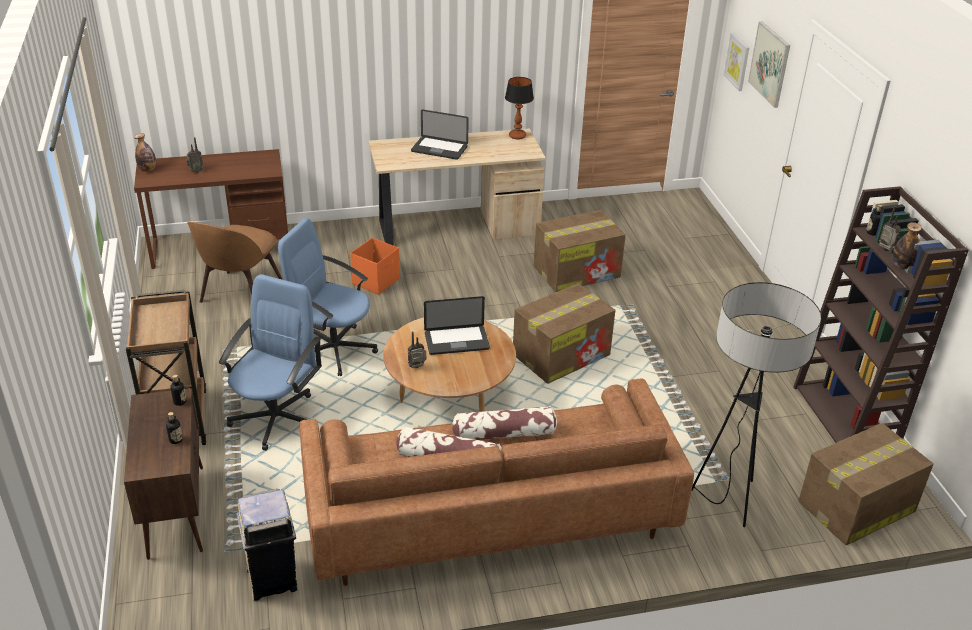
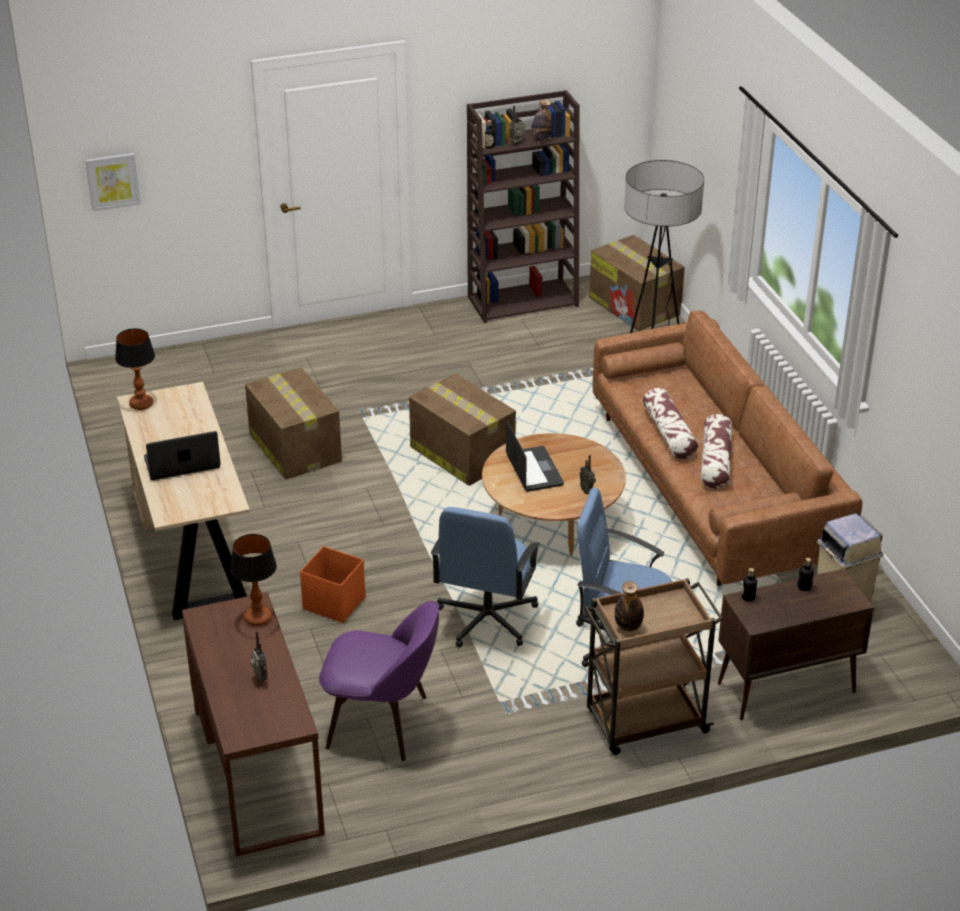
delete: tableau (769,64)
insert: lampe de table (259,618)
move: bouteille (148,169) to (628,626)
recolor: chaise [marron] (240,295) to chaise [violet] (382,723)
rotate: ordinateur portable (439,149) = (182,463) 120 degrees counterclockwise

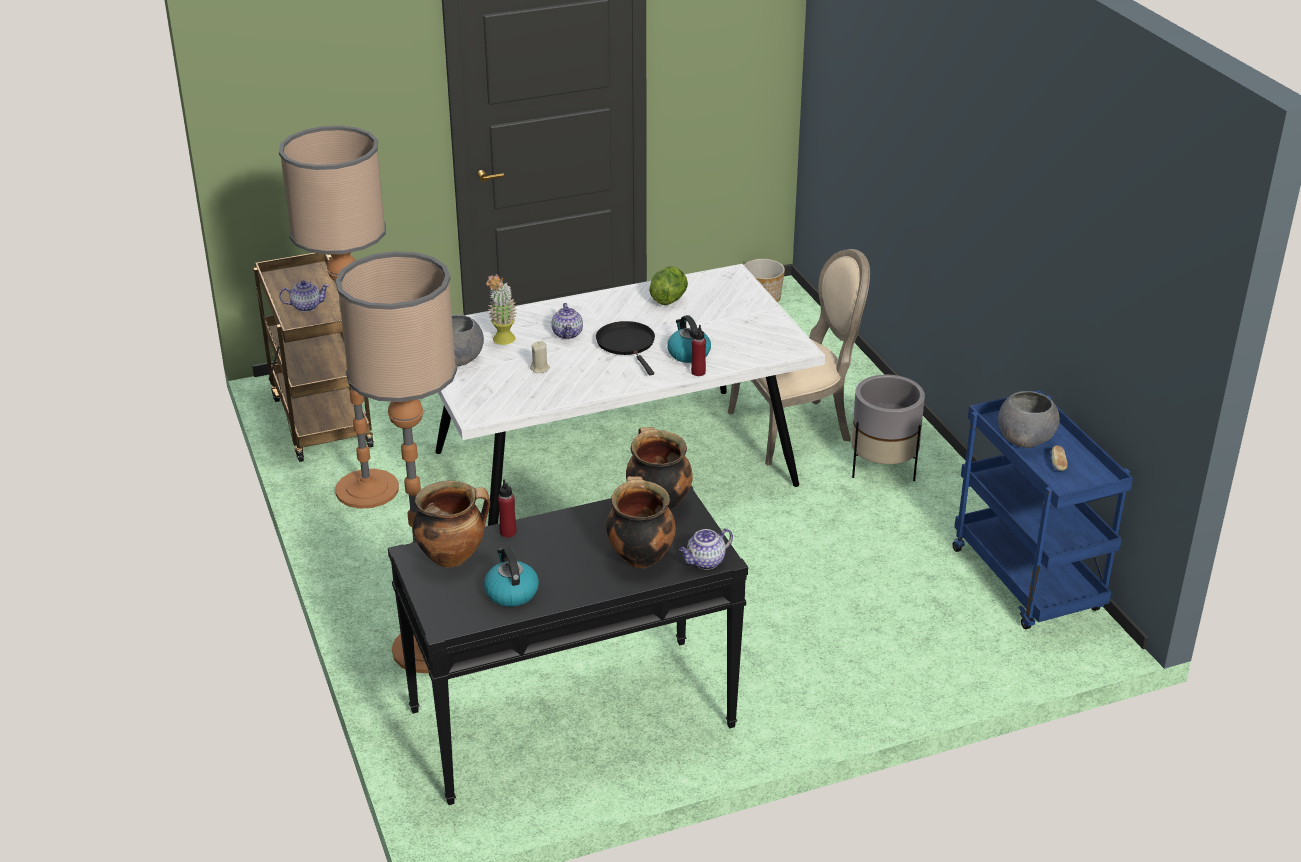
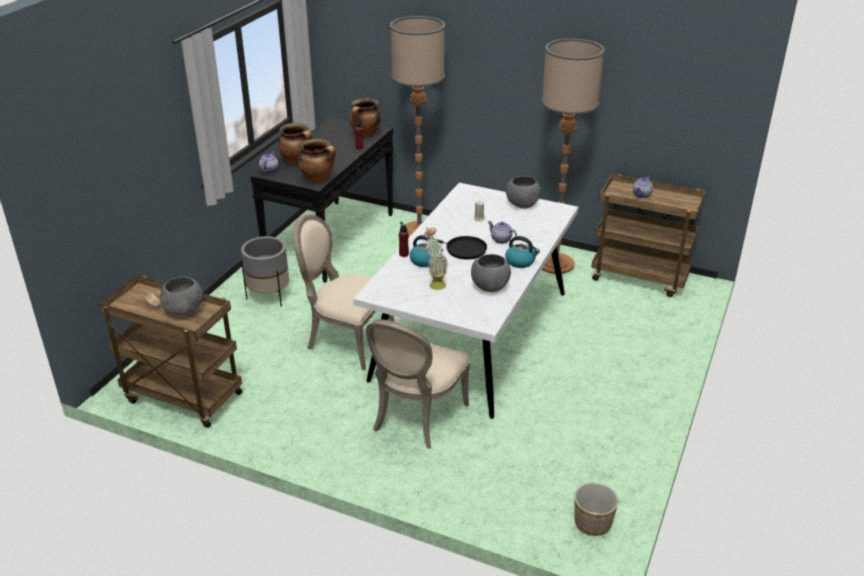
insert: chaise [beige] (347,340)
move: bouilloire (511,592) to (520,262); plante en pot (502,342) to (435,283); cache-pot [gris] (883,469) to (269,296)
replace: laitue (669,299) to bol [gris] (490,285)
recolor: chariot [bleu] (1029,582) to chariot [marron] (181,398)

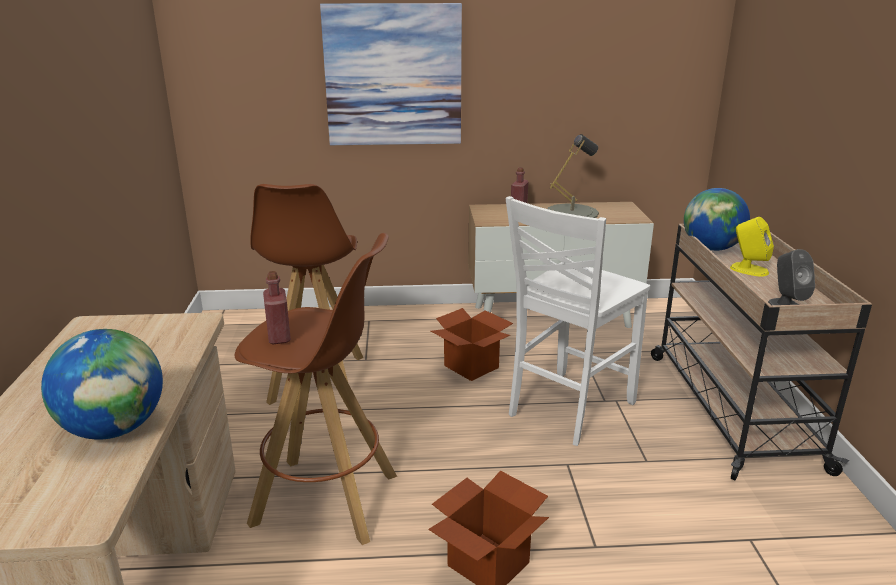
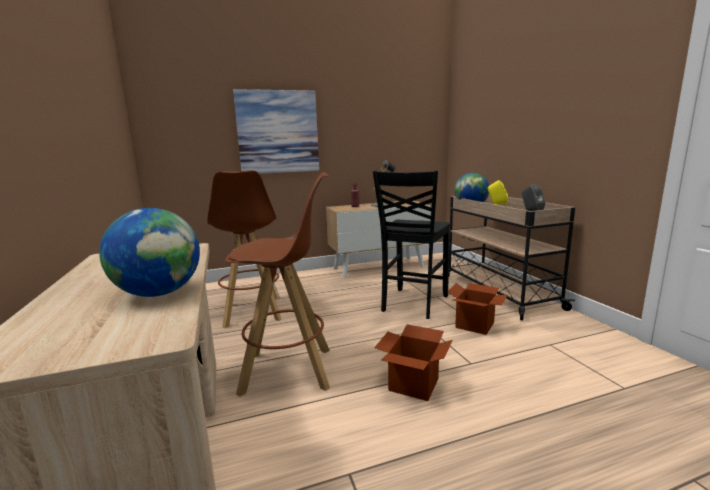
delete: bouteille [rouge] (279,337)
move: carton (471,366) to (474,325)
recolor: chaise [blanc] (568,409) to chaise [noir] (413,303)

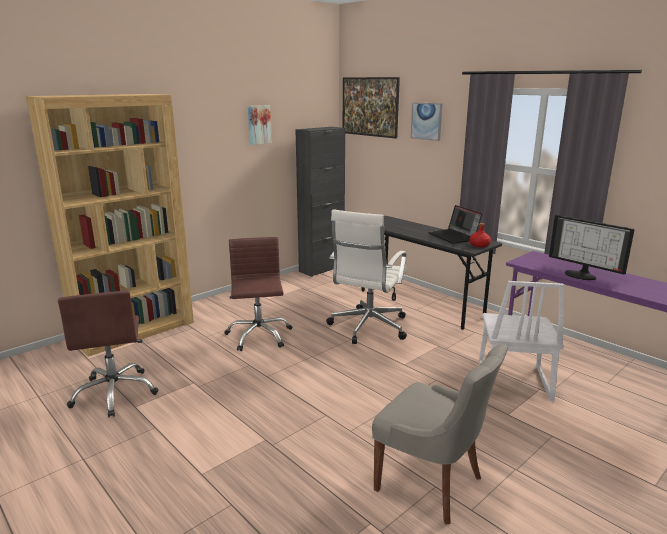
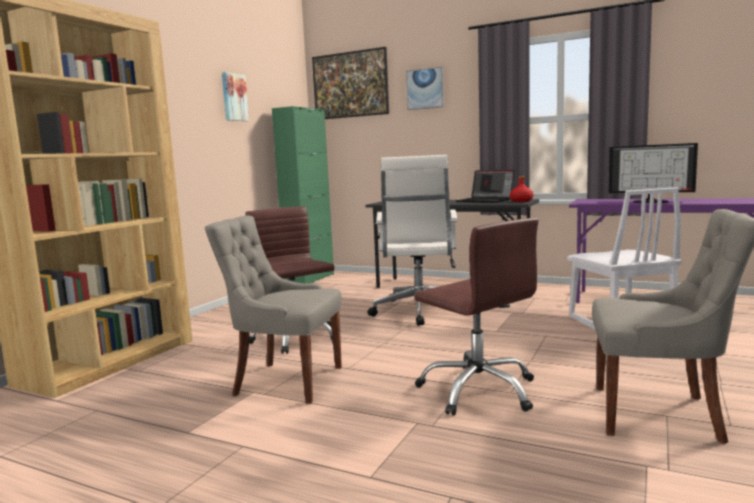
insert: chaise [gris] (285,381)
move: chaise de bureau [marron] (115,393) to (478,390)
recolor: meuble de rangement [noir] (321,269) to meuble de rangement [vert] (310,279)

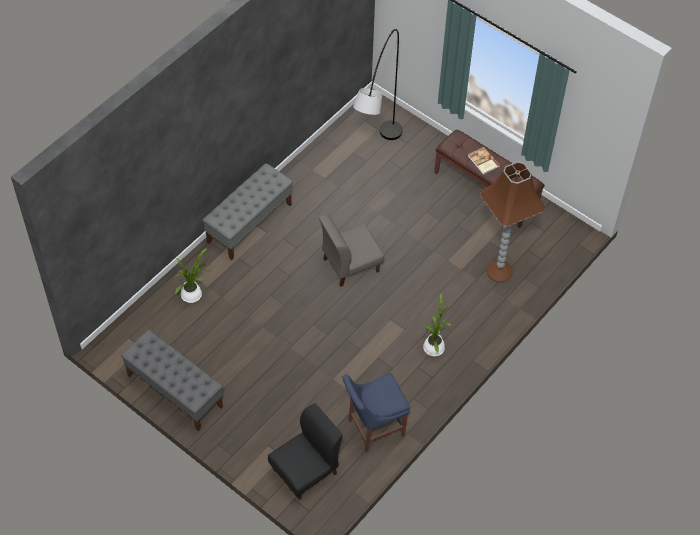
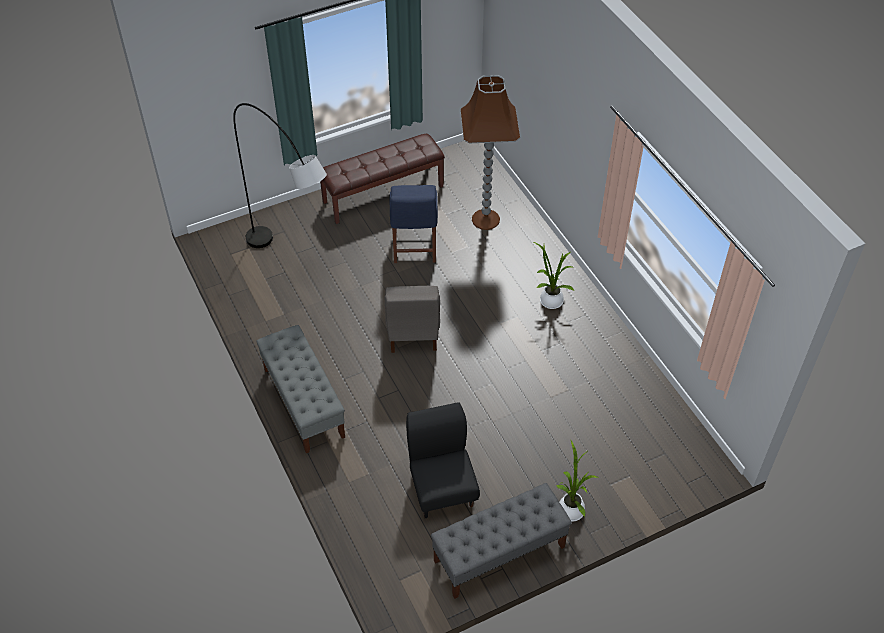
delete: livre (483,161)
move: plante en pot (193,294) to (570,508); chaise [noir] (306,471) to (442,488); chaise [bleu] (373,428) to (414,249)

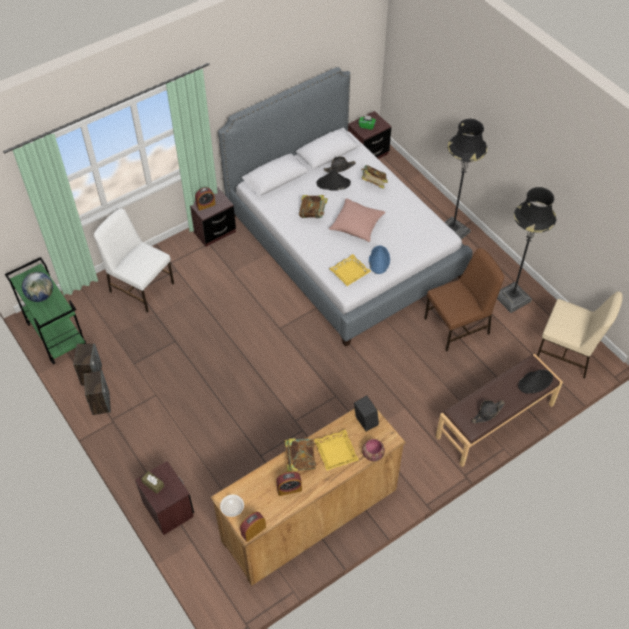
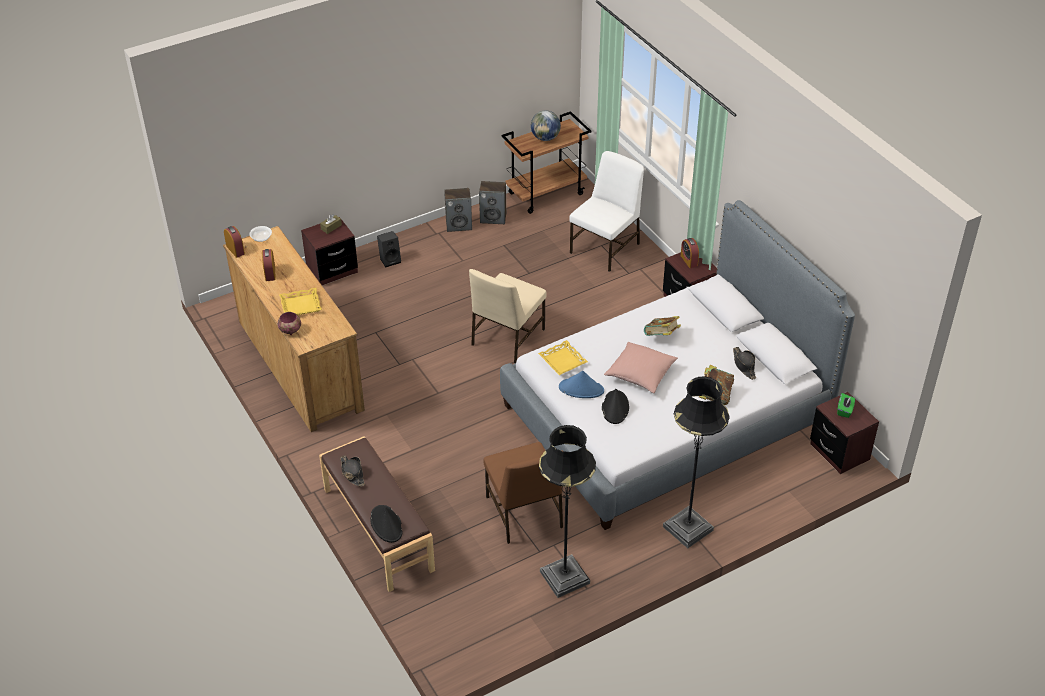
delete: livre (300,461)
move: chapeau [noir] (333,183) to (615,407); enceinte [noir] (364,422) to (390,260); chaise [beige] (567,352) to (507,337)
recolor: chariot [vert] (56,335) to chariot [marron] (546,193)

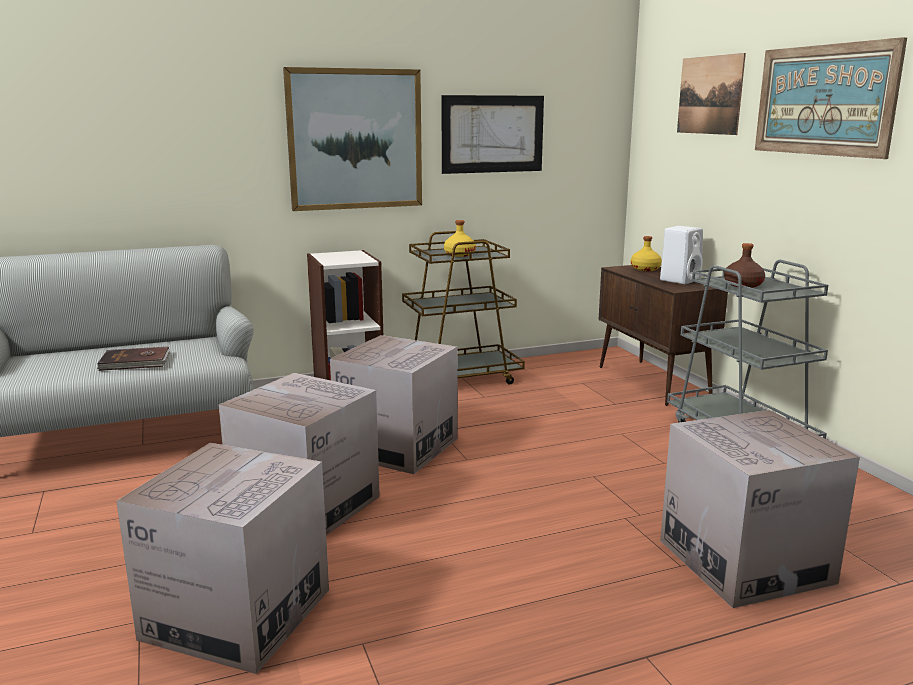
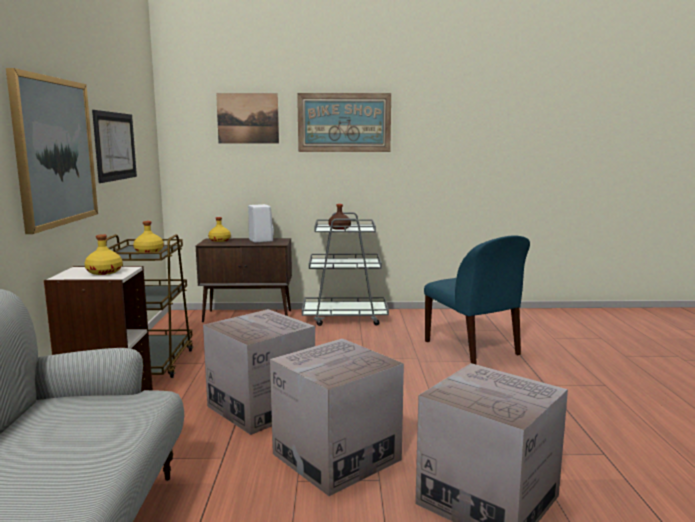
delete: livre [marron] (135,362)
insert: bouteille [jaune] (104,272)
replace: carton (744,561) to chaise [bleu] (473,349)

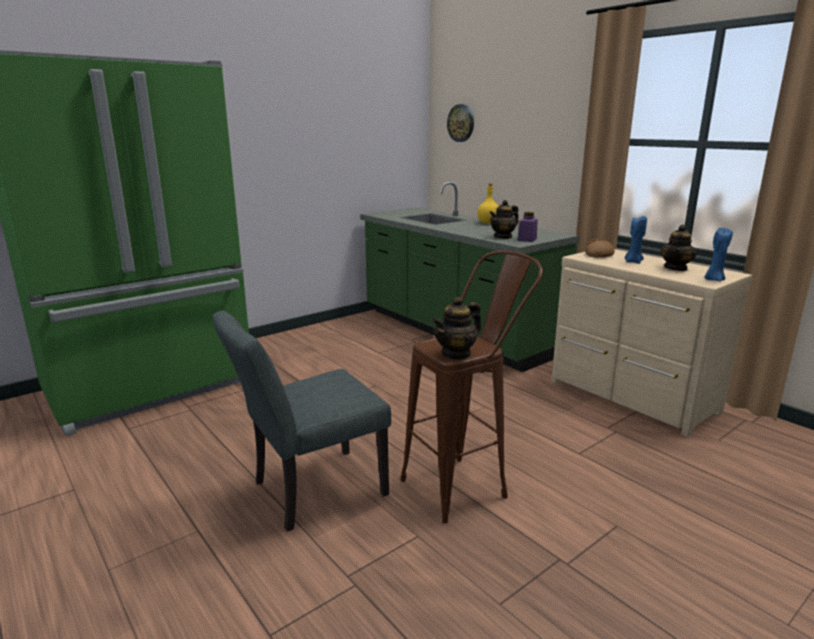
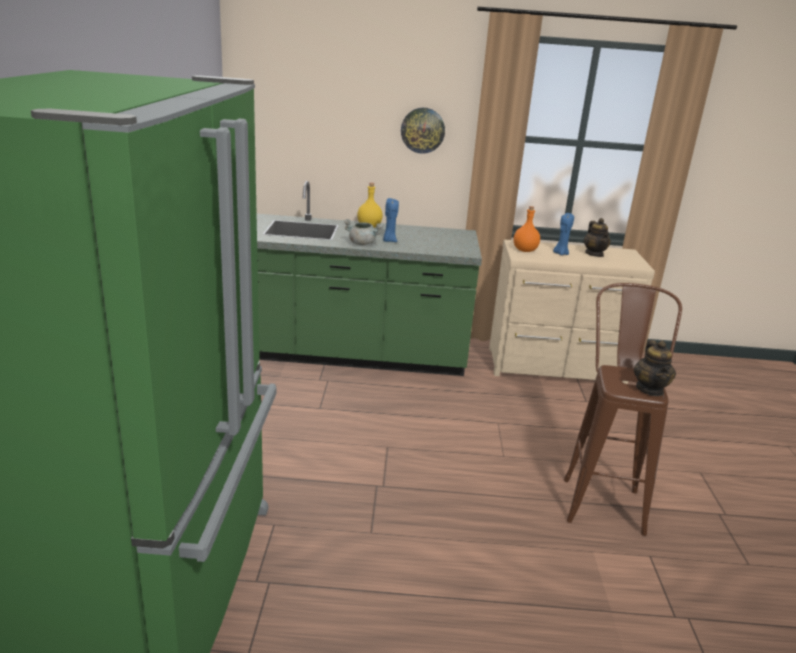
delete: chaise [gris] (310,491); théière (503,237); bocal [violet] (527,239)
insert: marmite [gris] (362,243)
move: horloge murale (461,123) to (422,130); bougie [bleu] (714,280) to (389,241)
replace: pain (599,255) to bouteille [orange] (525,250)

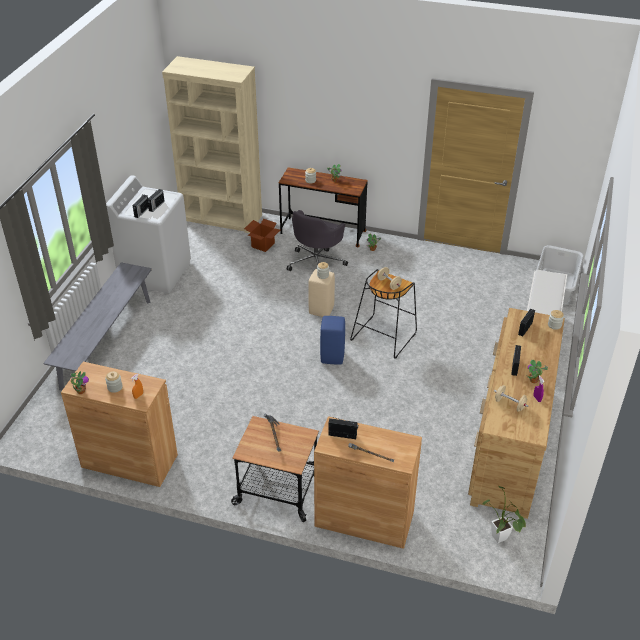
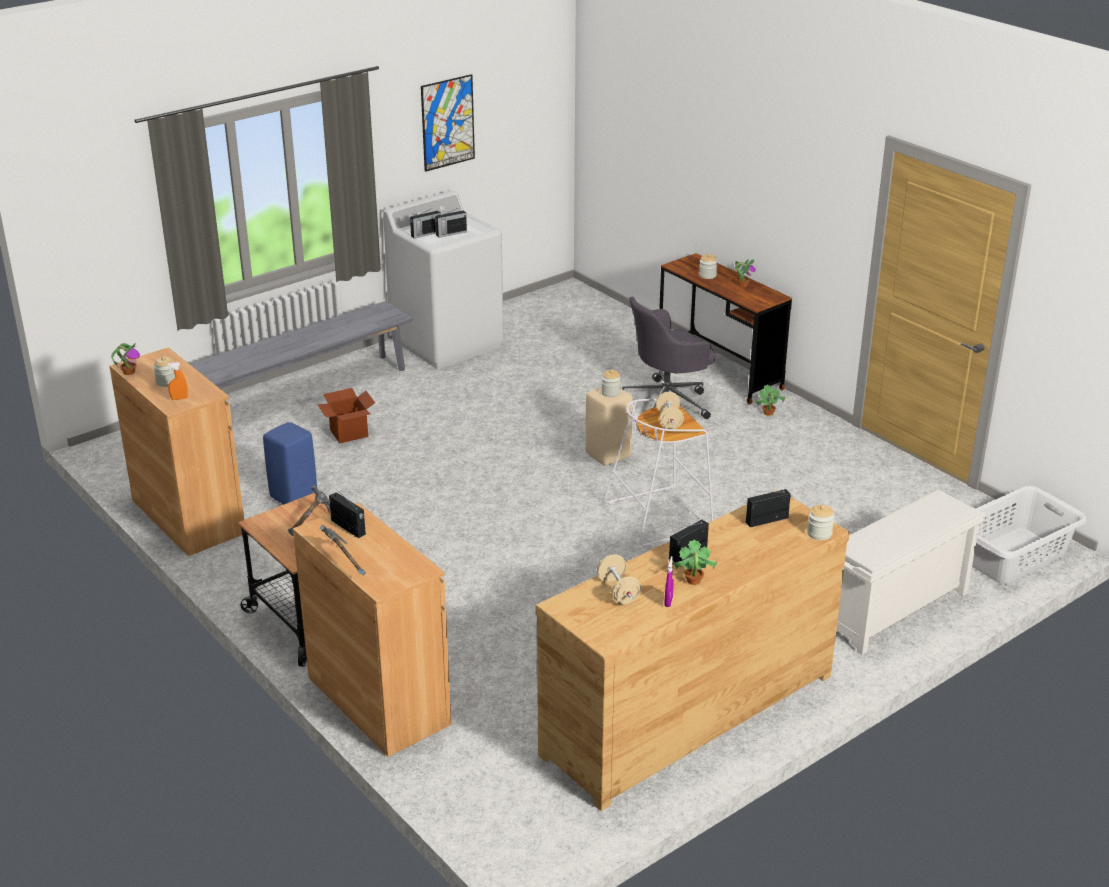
delete: bibliothèque [beige] (221,218); plante en pot (501,540)
insert: tableau (447,122)
move: carton (263,245) to (349,433); tabouret [bleu] (333,357) to (295,497)
recolor: tabouret [noir] (383,336) to tabouret [blanc] (659,515)

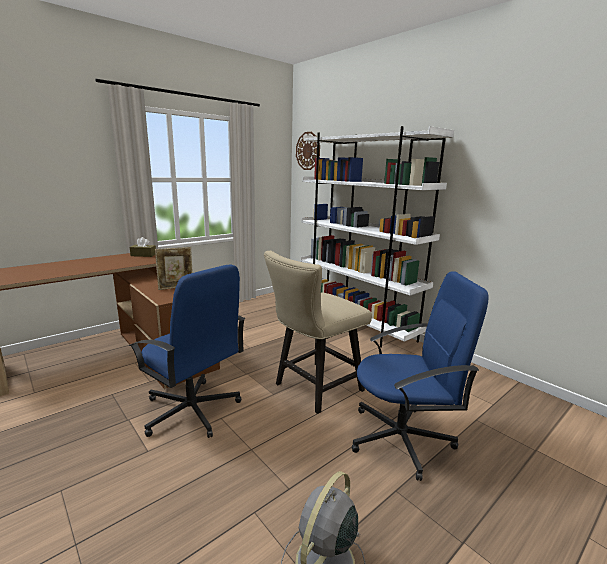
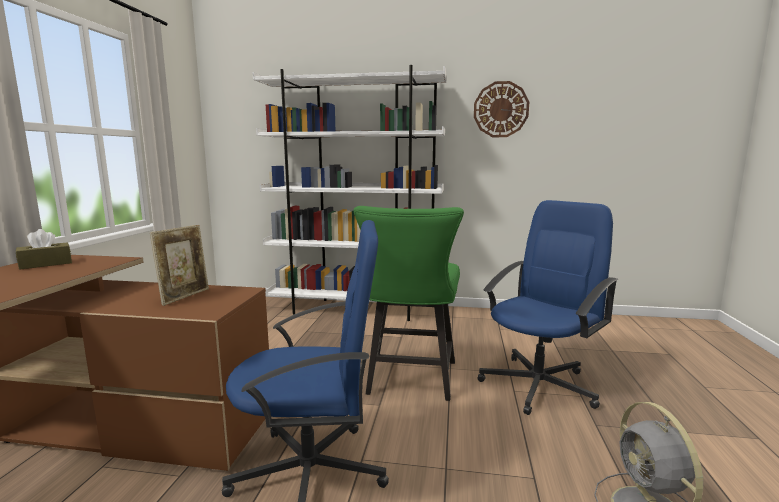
move: horloge murale (308,151) to (501,109)
recolor: chaise [beige] (313,389) to chaise [vert] (410,381)

